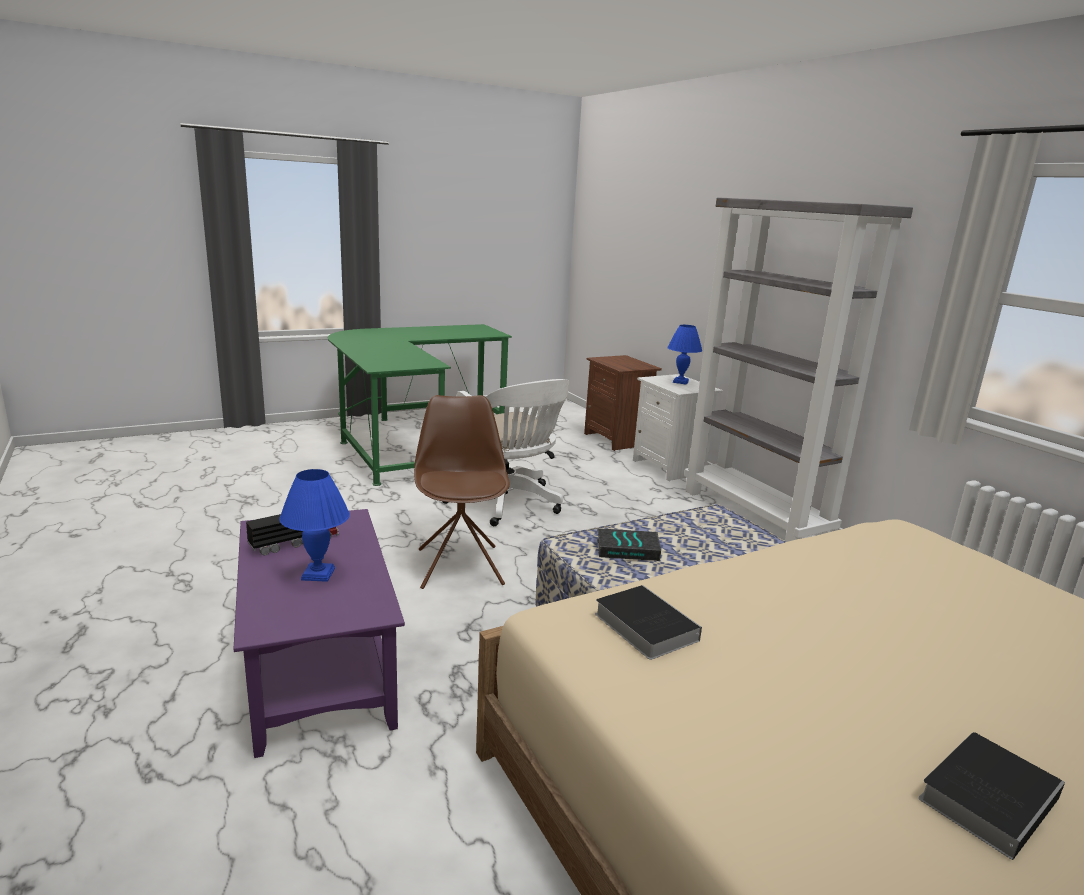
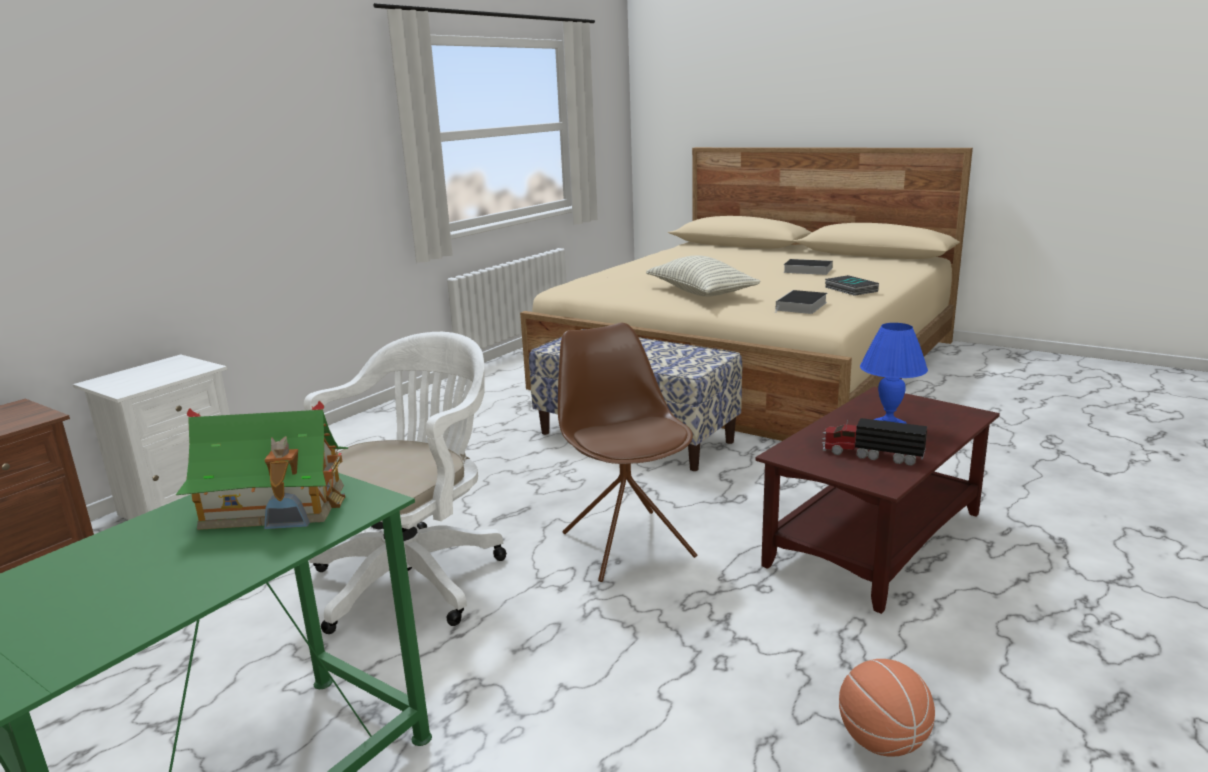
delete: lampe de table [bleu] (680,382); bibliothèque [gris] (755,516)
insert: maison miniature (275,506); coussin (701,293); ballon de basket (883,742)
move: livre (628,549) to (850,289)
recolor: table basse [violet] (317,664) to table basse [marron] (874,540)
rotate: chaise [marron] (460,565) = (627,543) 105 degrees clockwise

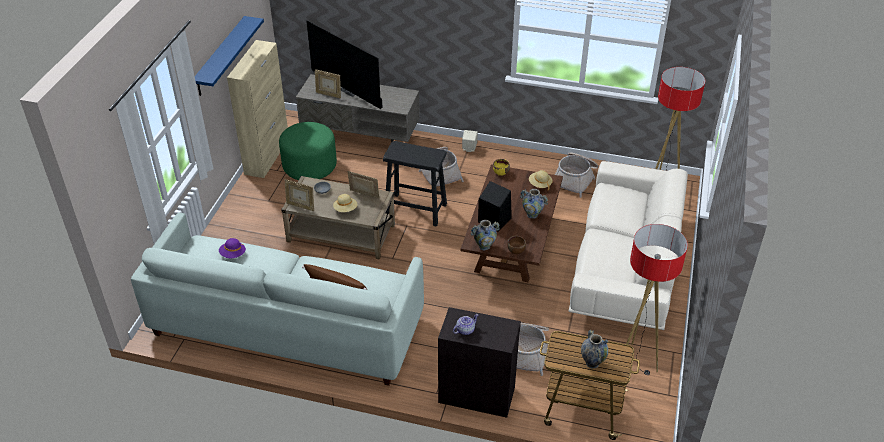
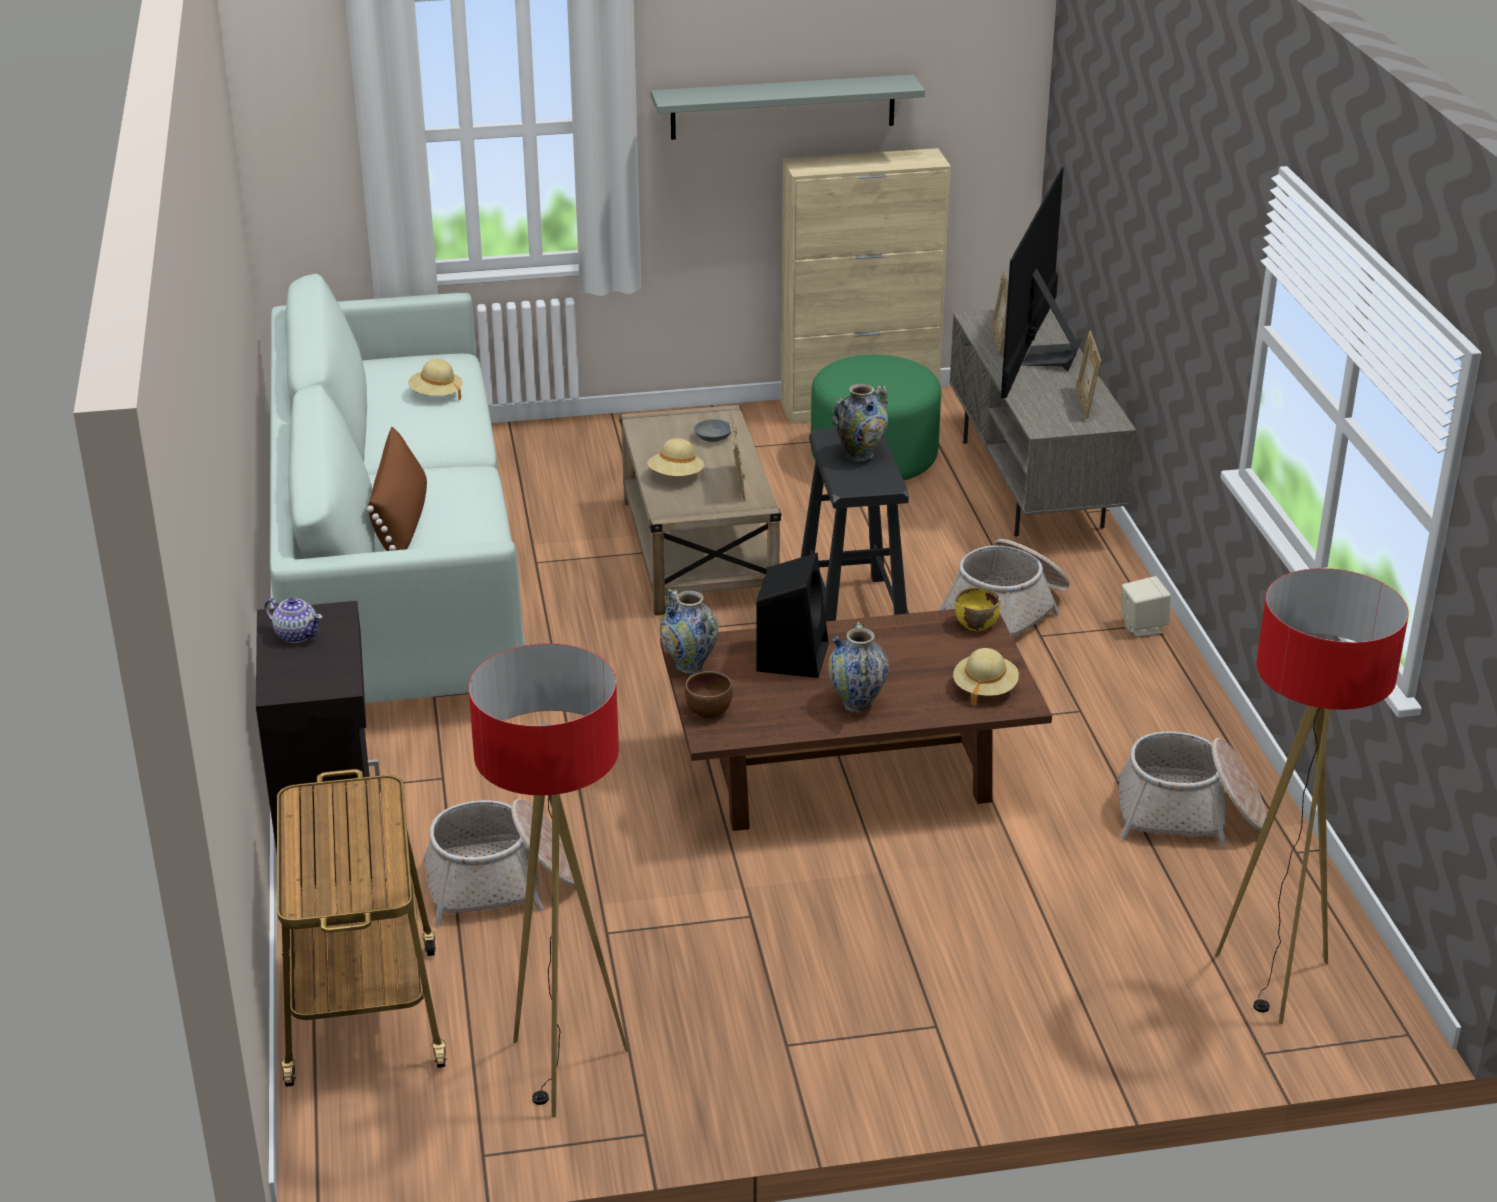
delete: canapé [beige] (625,267)
move: cadre photo (300,206) to (1085,404); vase (592,363) to (859,455)
recolor: étagère [bleu] (220,56) to étagère [gris] (783,107); chapeau [violet] (233,254) to chapeau [beige] (436,395)

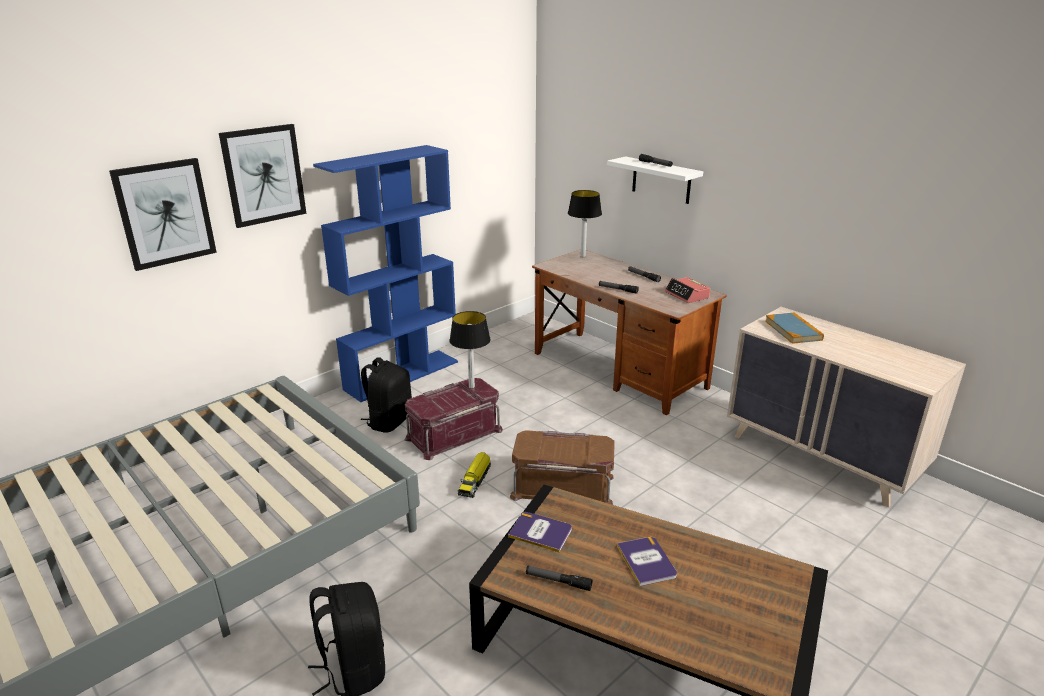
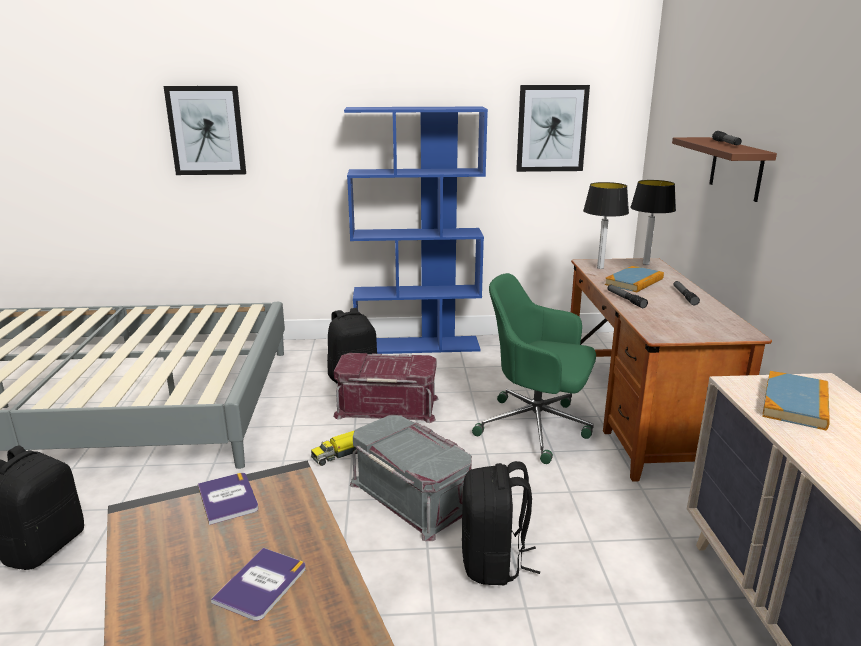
delete: lampe de poche (558,581); réveil (687,295)
insert: sac à dos [noir] (494,562); chaise de bureau [vert] (537,427); livre (634,282)
move: tableau (264,175) to (551,128); lampe de table (472,386) to (600,268)
recolor: boîte de rangement [marron] (563,486) to boîte de rangement [gris] (412,496); étagère [blanc] (661,180) to étagère [marron] (736,168)

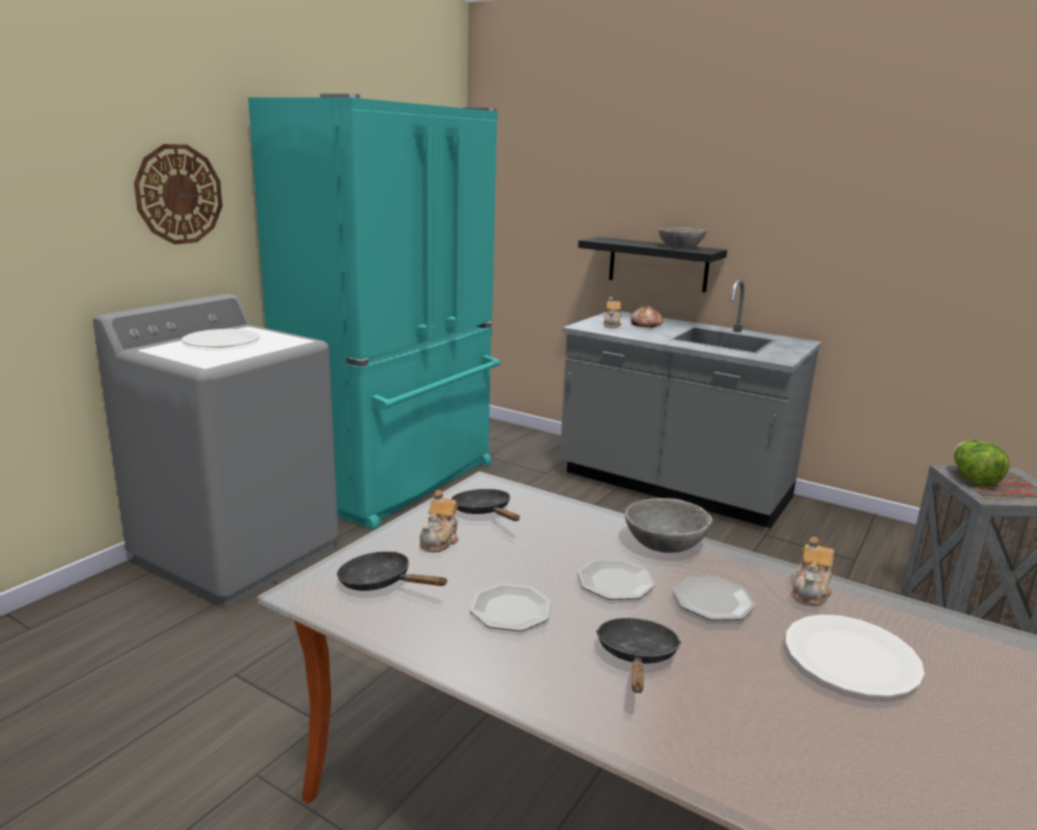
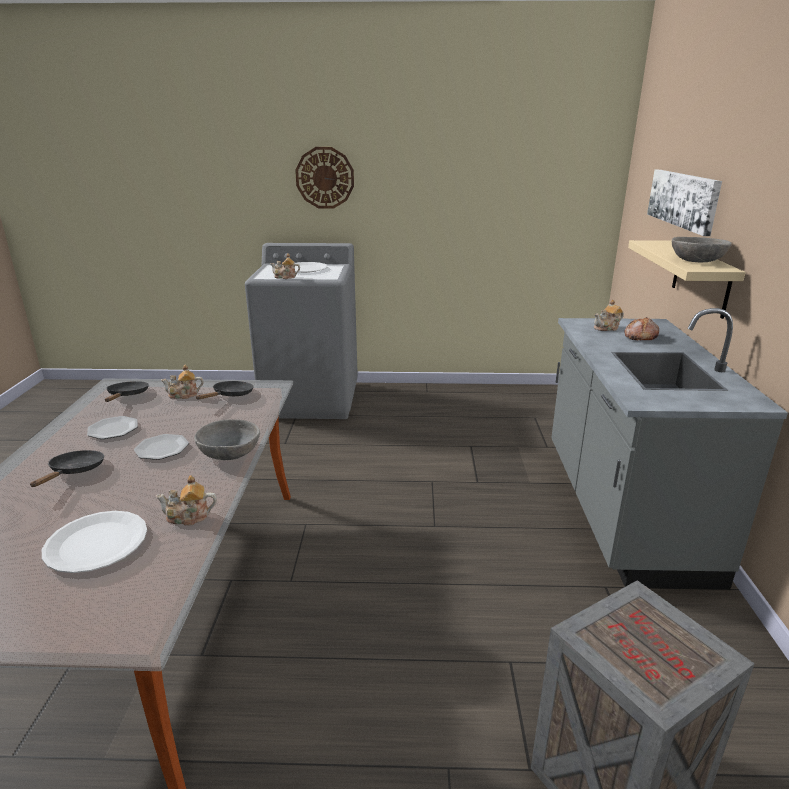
delete: réfrigérateur [turquoise] (396,480); assiette (712,601); laitue (972,479)
insert: théière (285,277); tableau (683,199)
recolor: étagère [noir] (658,264) to étagère [beige] (701,278)
rotate: poêle [noir] (637,657) = (74,471) 60 degrees counterclockwise

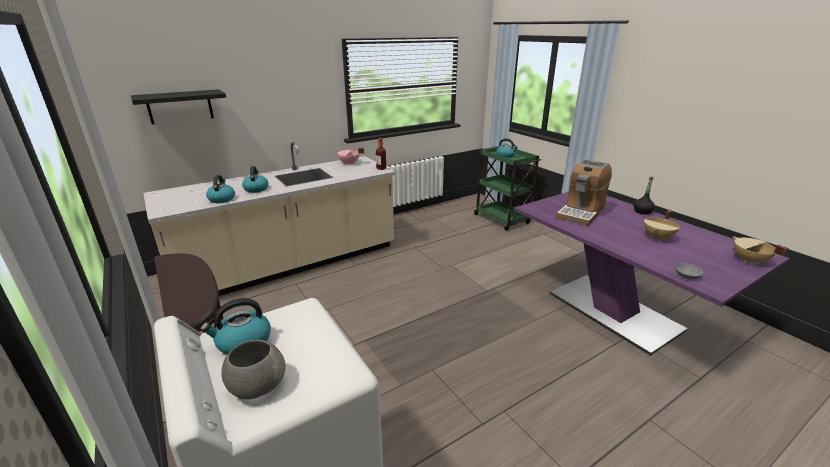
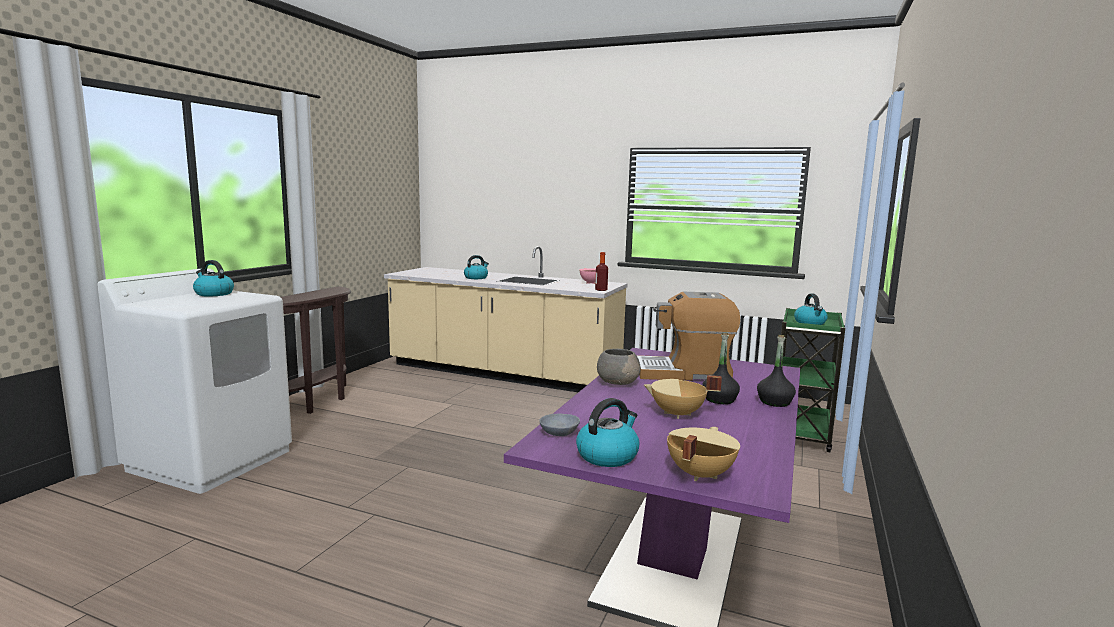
delete: étagère [noir] (180,106)
insert: bouteille [noir] (719,400)
move: bouilloire (222,199) to (607,455); bol [gris] (256,385) to (617,382)

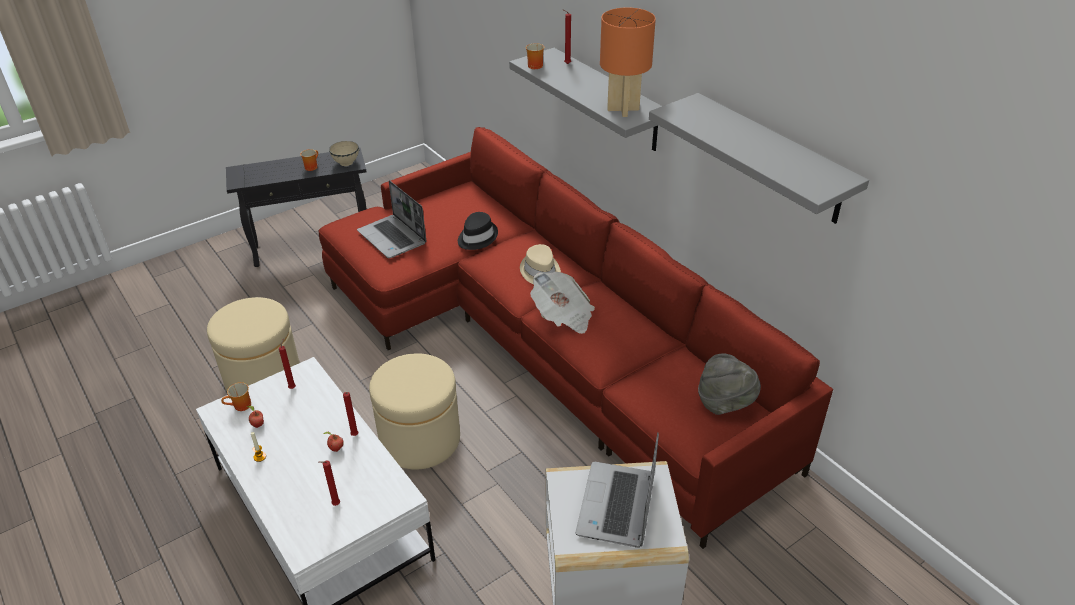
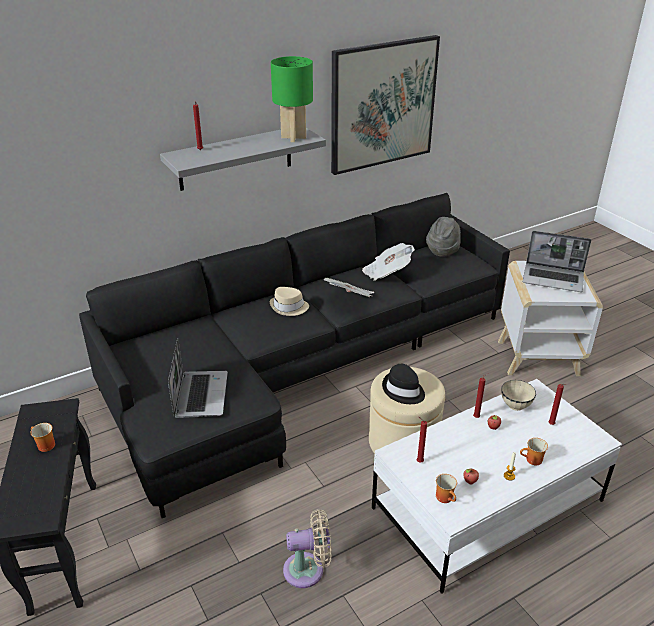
insert: journal (387,273)
move: bol [beige] (346,162) to (515,405); chapeau [noir] (476,237) to (403,390); mug (533,65) to (532,461)
replace: pouf [beige] (263,378) to ventilateur [beige] (308,570); étagère [gris] (772,159) to tableau (382,104)
recolor: canapé [rouge] (544,345) to canapé [noir] (298,367); lampe de table [orange] (622,109) to lampe de table [vert] (293,138)
rotate: ordinateur portable (393,238) = (200,394) 60 degrees counterclockwise

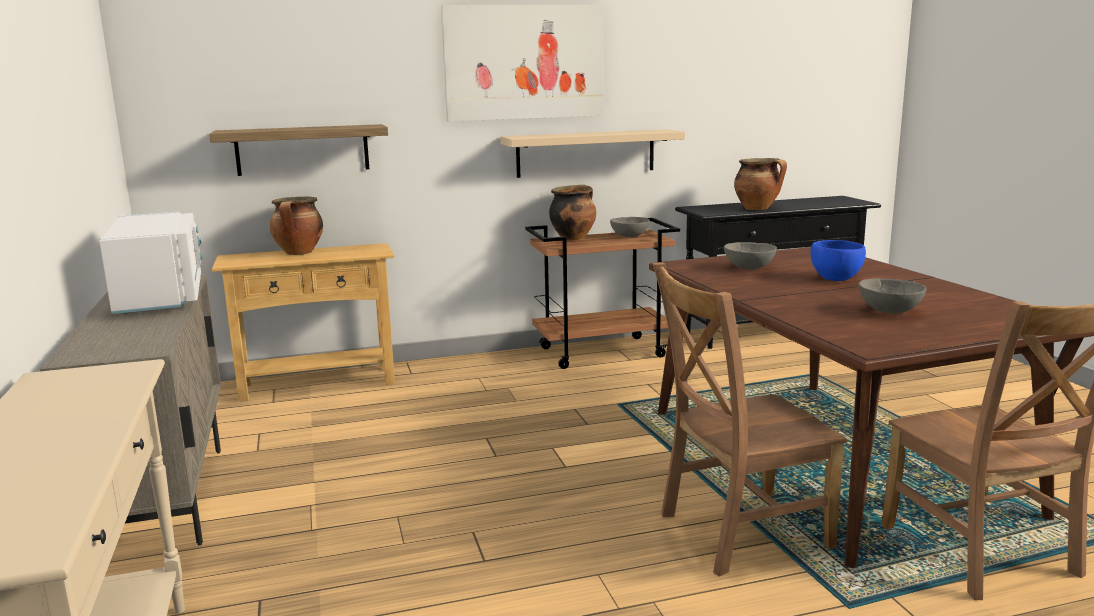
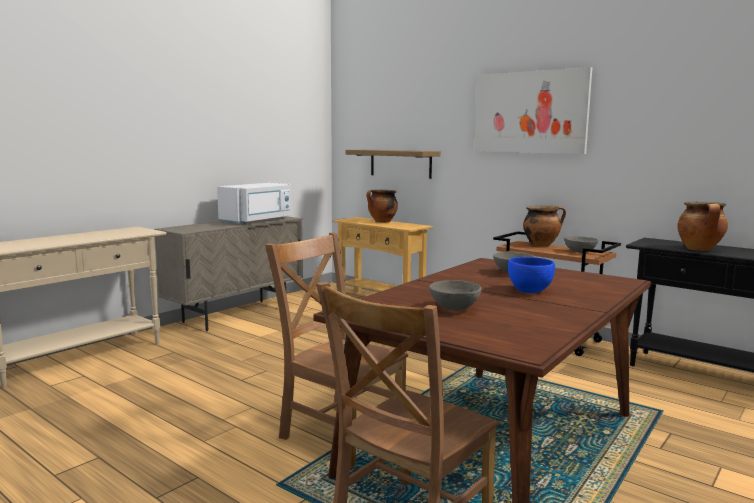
delete: étagère [beige] (586,153)

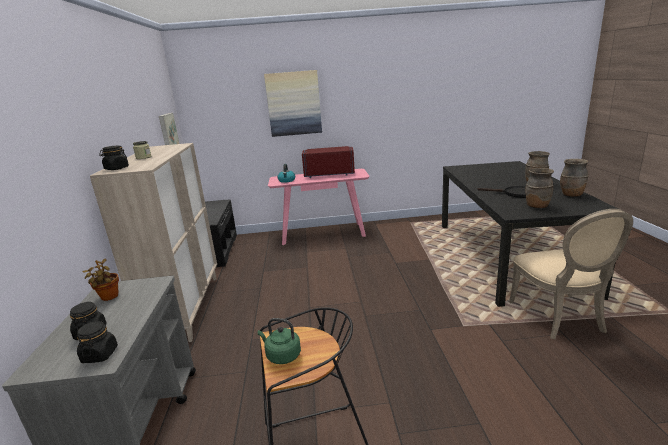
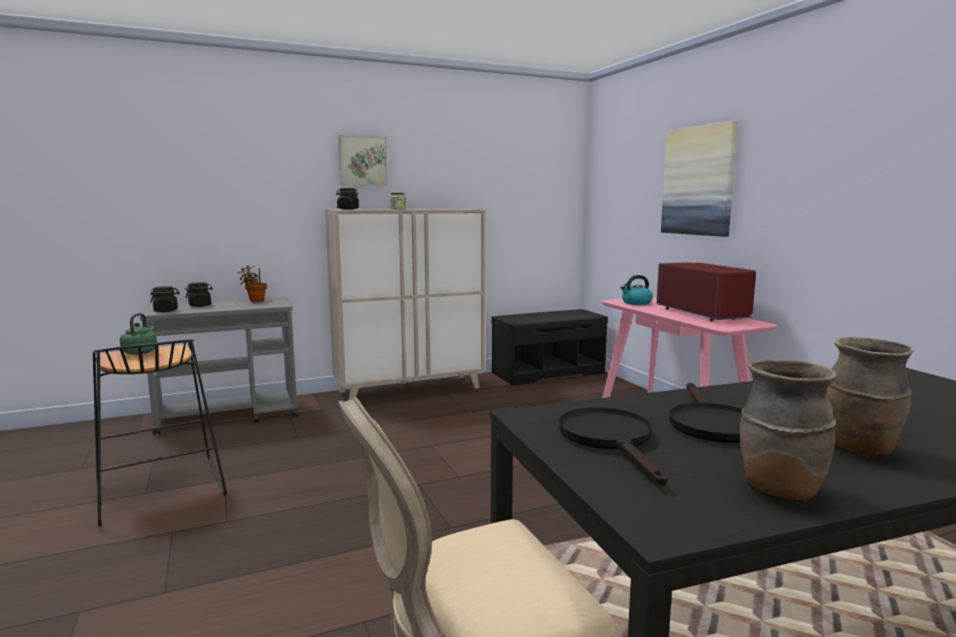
move: tableau (167,131) to (362,161)
replace: vase [marron] (536,206) to poêle [noir] (610,440)

